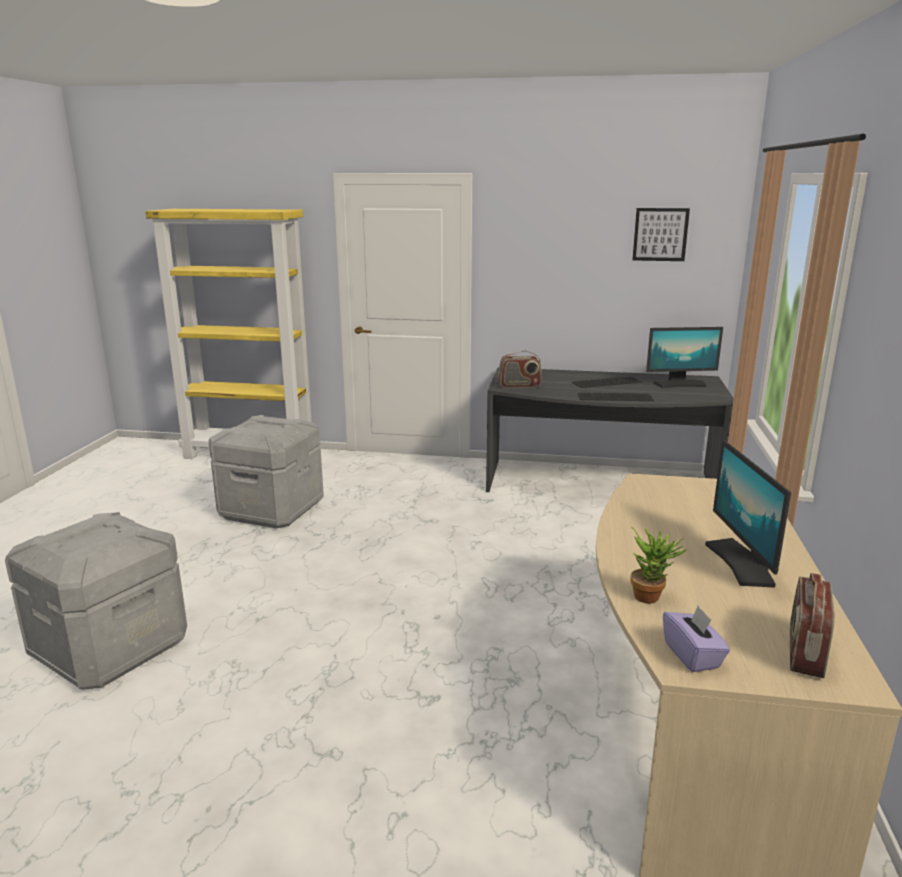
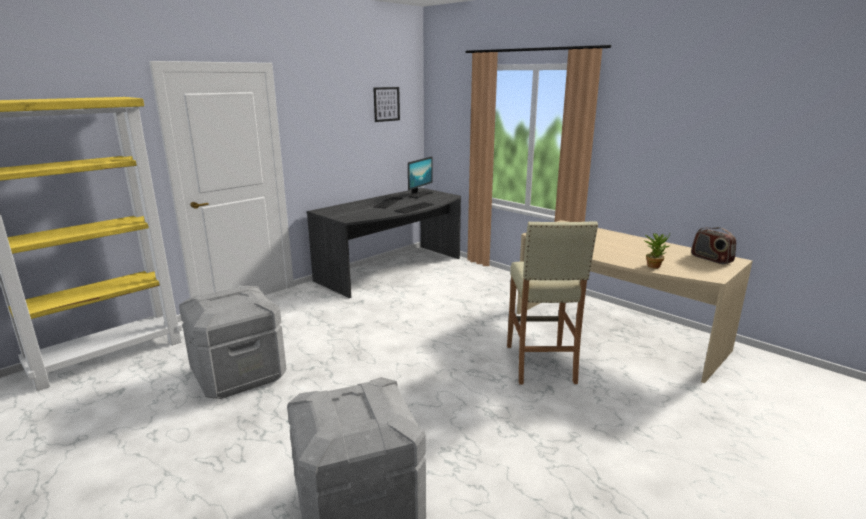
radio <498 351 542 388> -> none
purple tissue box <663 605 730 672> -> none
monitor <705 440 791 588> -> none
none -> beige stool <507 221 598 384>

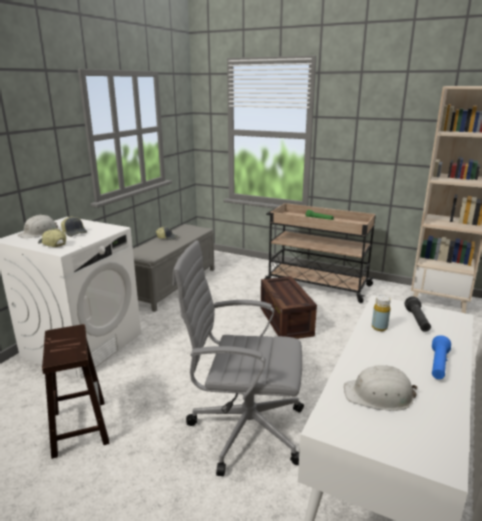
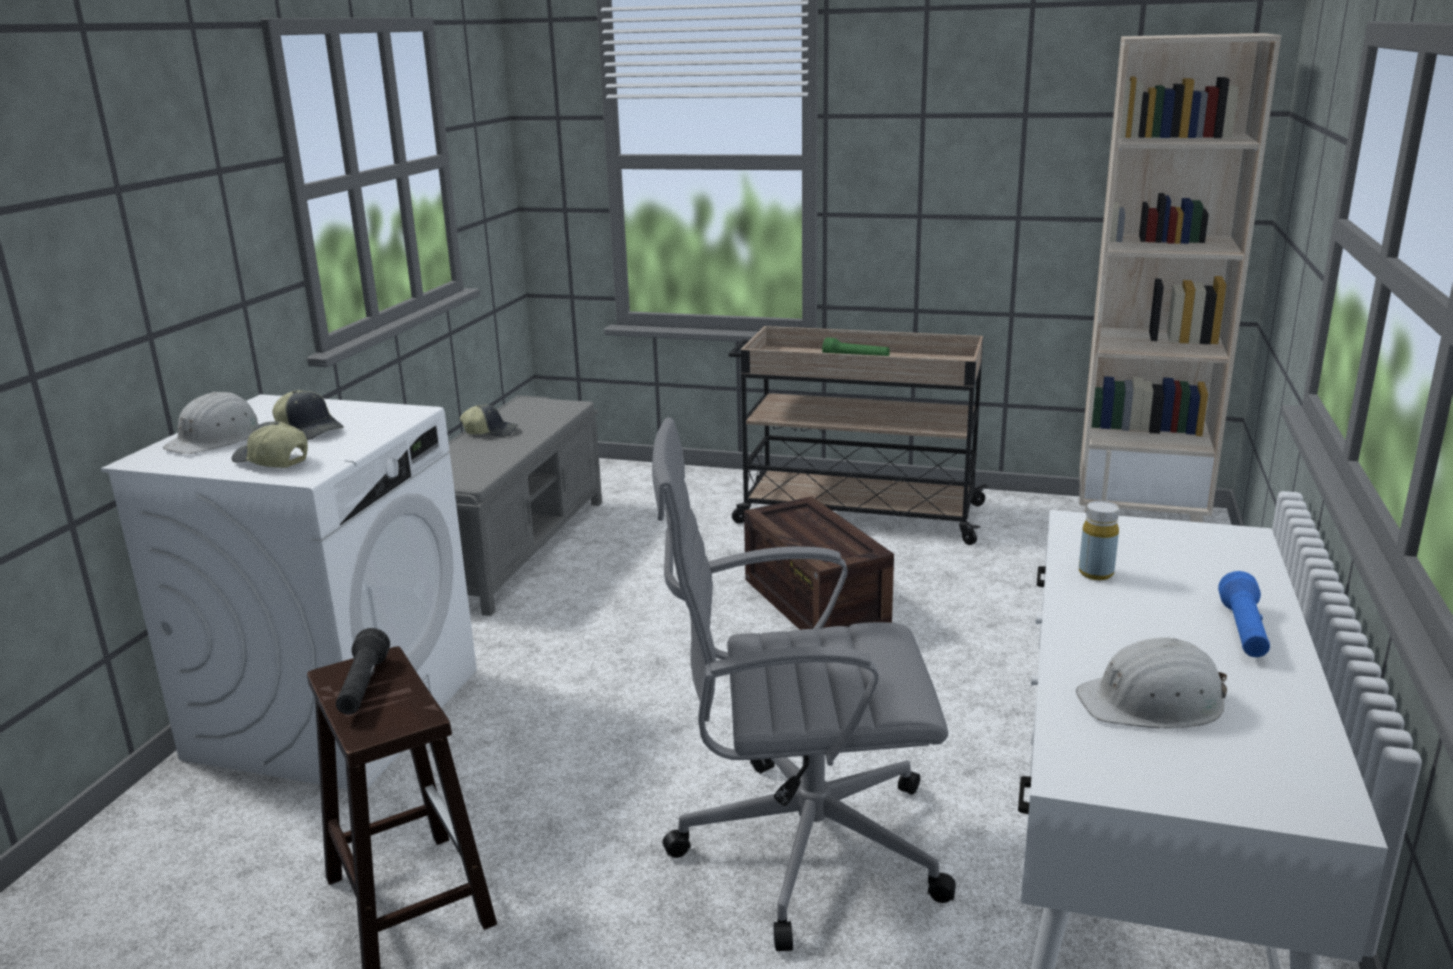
black flashlight <404 296 431 332> -> black flashlight <336 628 390 714>, moved

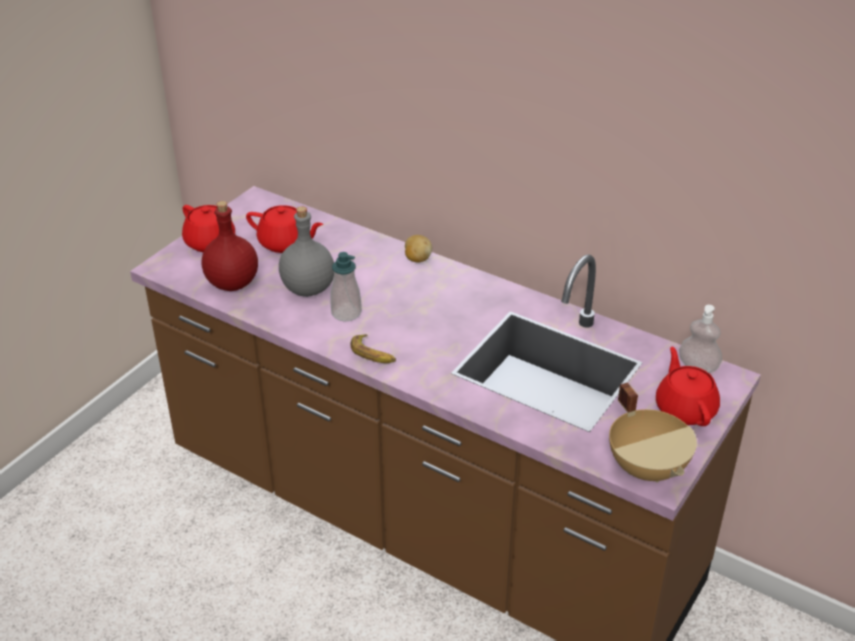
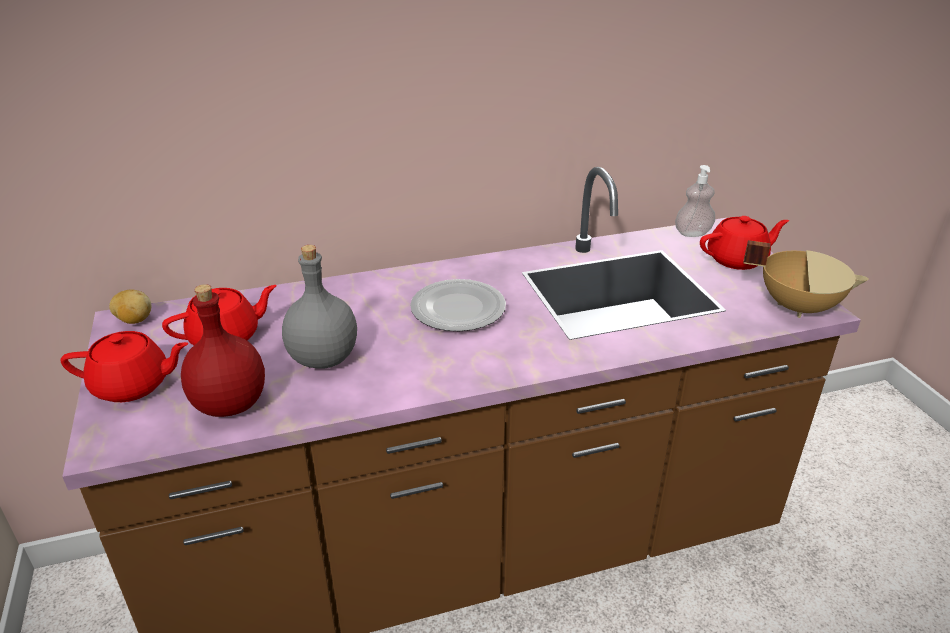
soap dispenser <330 252 362 321> -> none
banana <350 334 396 363> -> none
potato <405 235 432 263> -> potato <109 290 151 324>, moved
red teapot <656 346 720 426> -> red teapot <700 216 789 270>, 135 degrees clockwise
none -> plate <410 279 506 331>

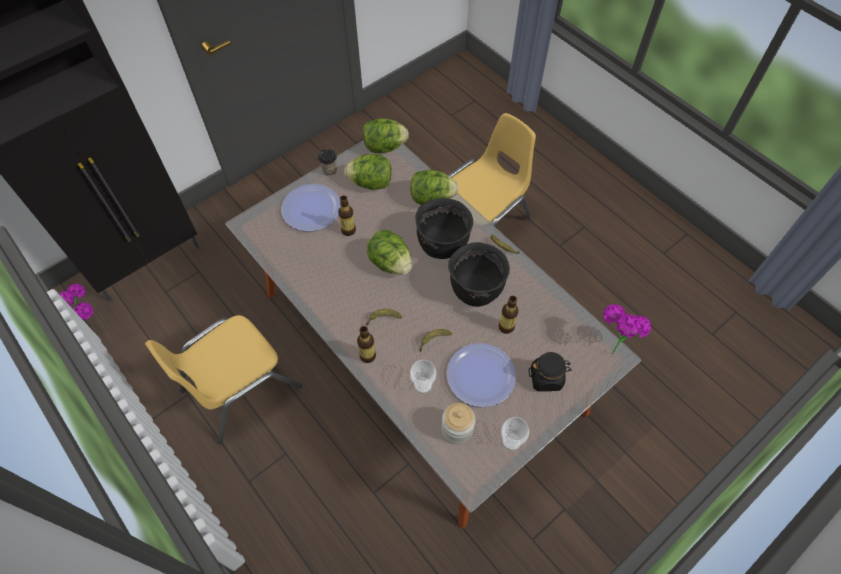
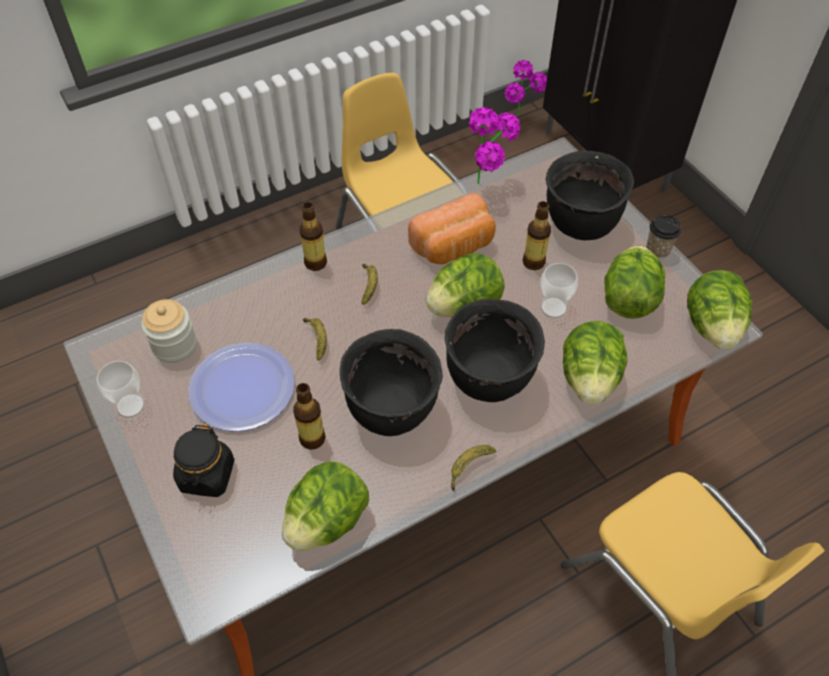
plate <281 184 341 232> -> black cooking pot <546 151 634 240>
cup <410 360 436 394> -> cup <540 263 578 318>, moved
potted plant <603 304 652 355> -> potted plant <469 107 521 184>, moved
none -> lettuce <282 462 369 551>
none -> bread <408 193 496 264>

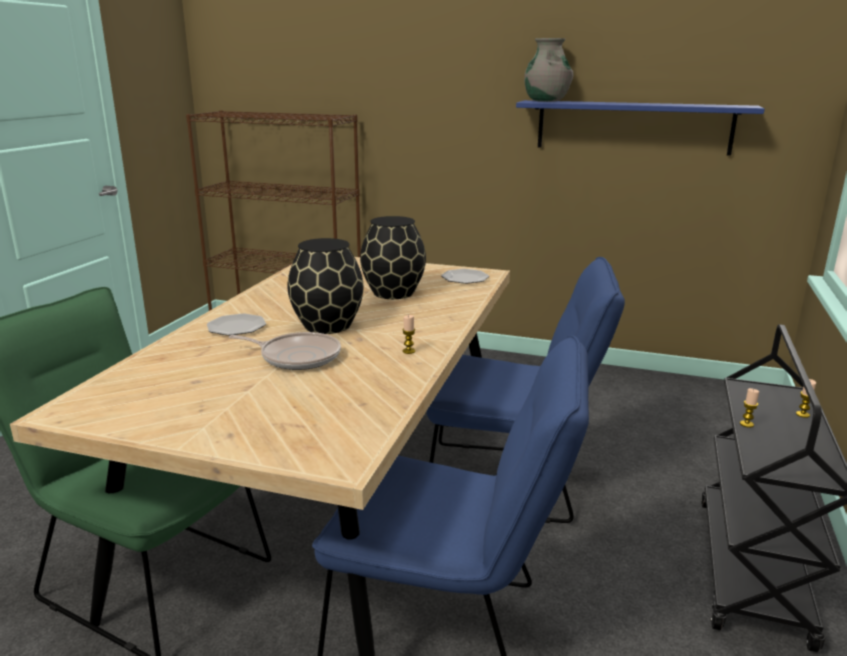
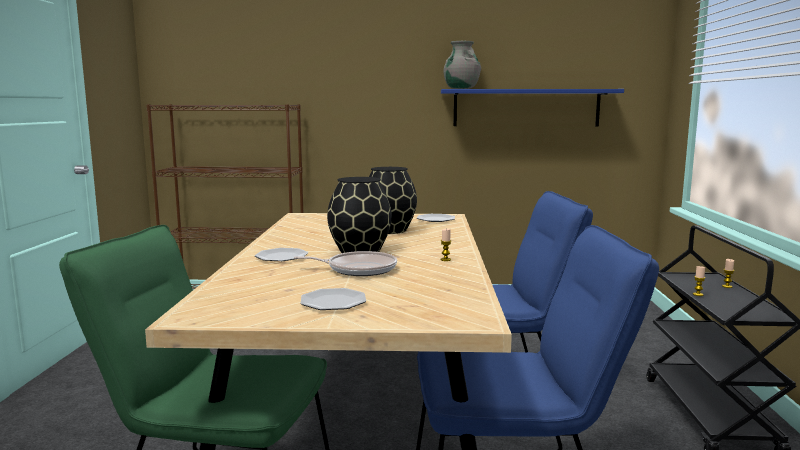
none -> plate <301 288 366 310>

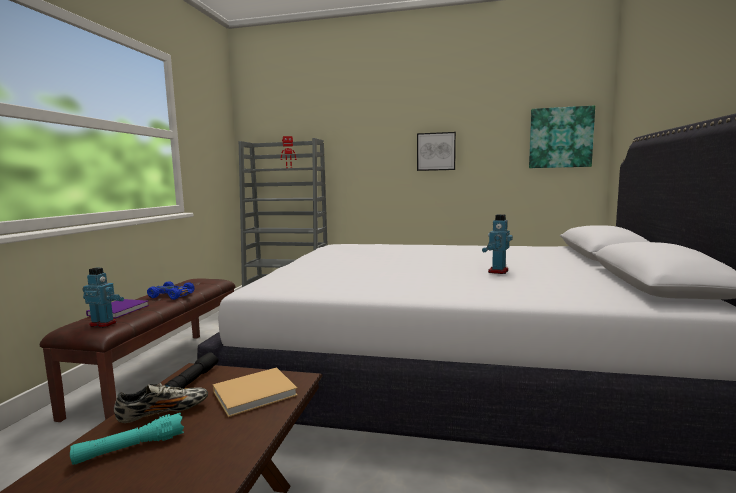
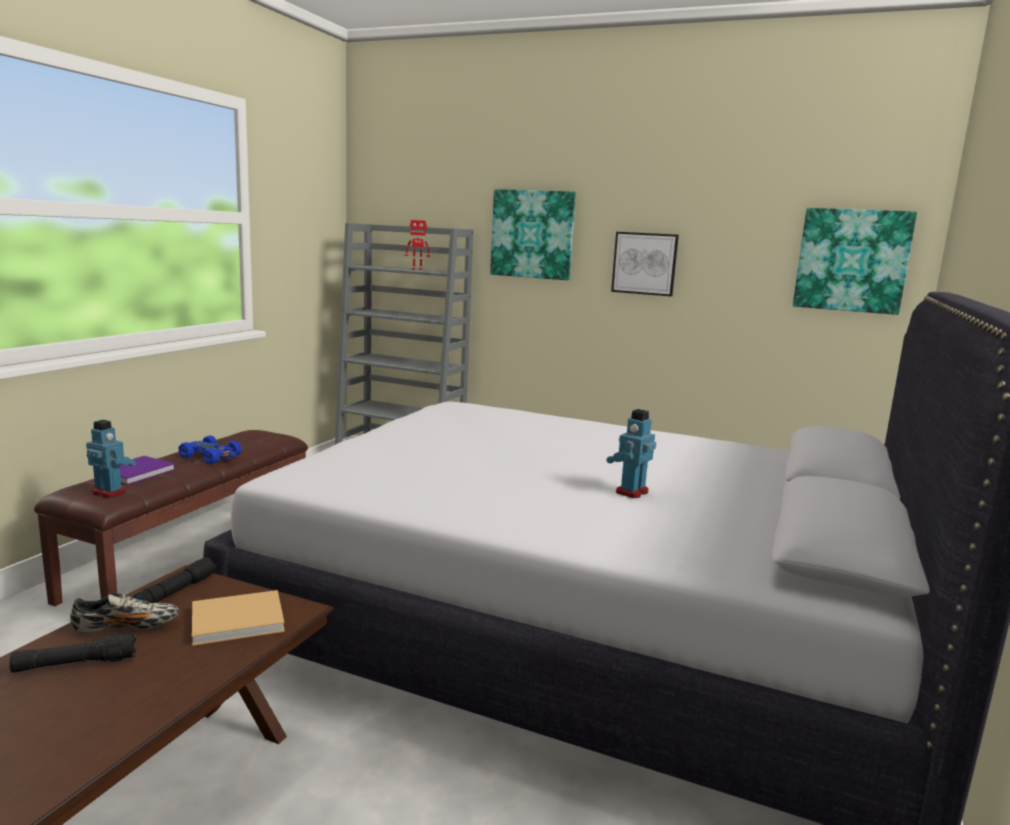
turquoise flashlight <70 413 184 465> -> black flashlight <9 633 136 673>
none -> picture <490 189 576 280>

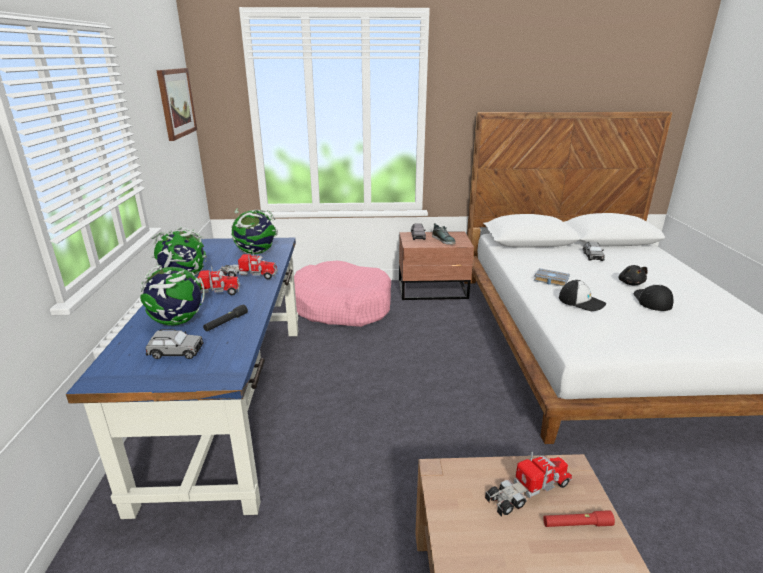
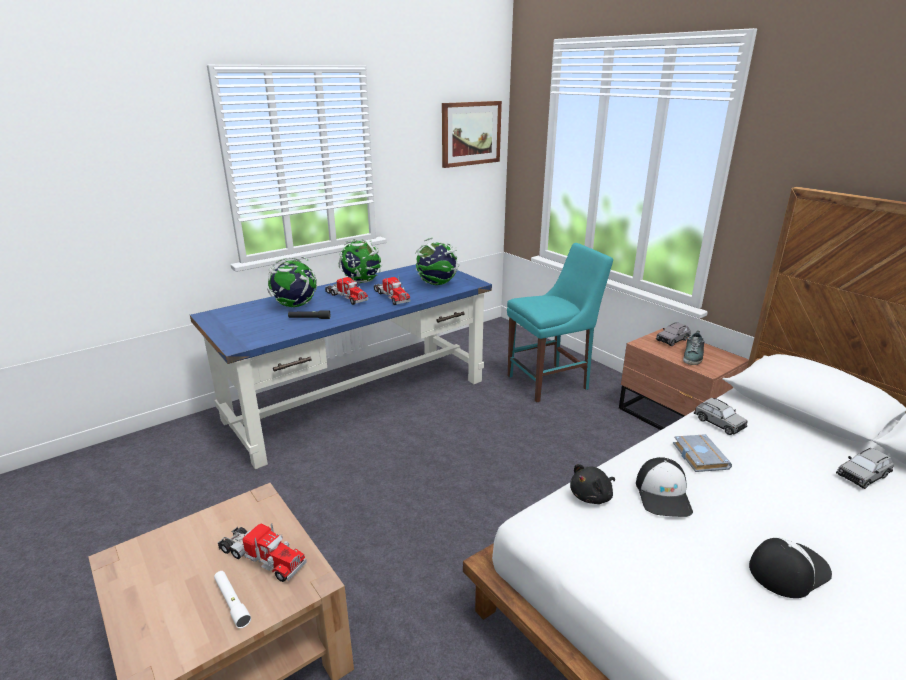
grey toy car <146 329 204 359> -> grey toy car <694 398 748 435>, moved
pink dog bed <294 260 391 327> -> turquoise chair <507 243 613 402>
red flashlight <543 510 615 527> -> white flashlight <214 571 251 628>
black plush toy <618 265 648 285> -> black plush toy <570 464 615 504>, moved

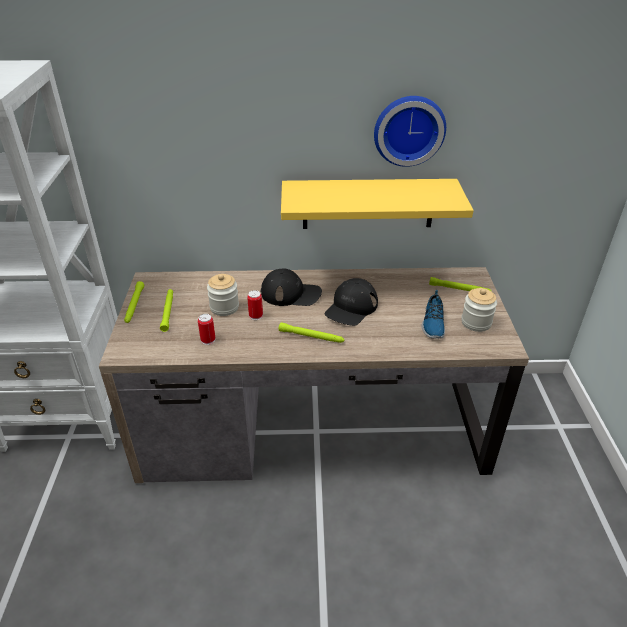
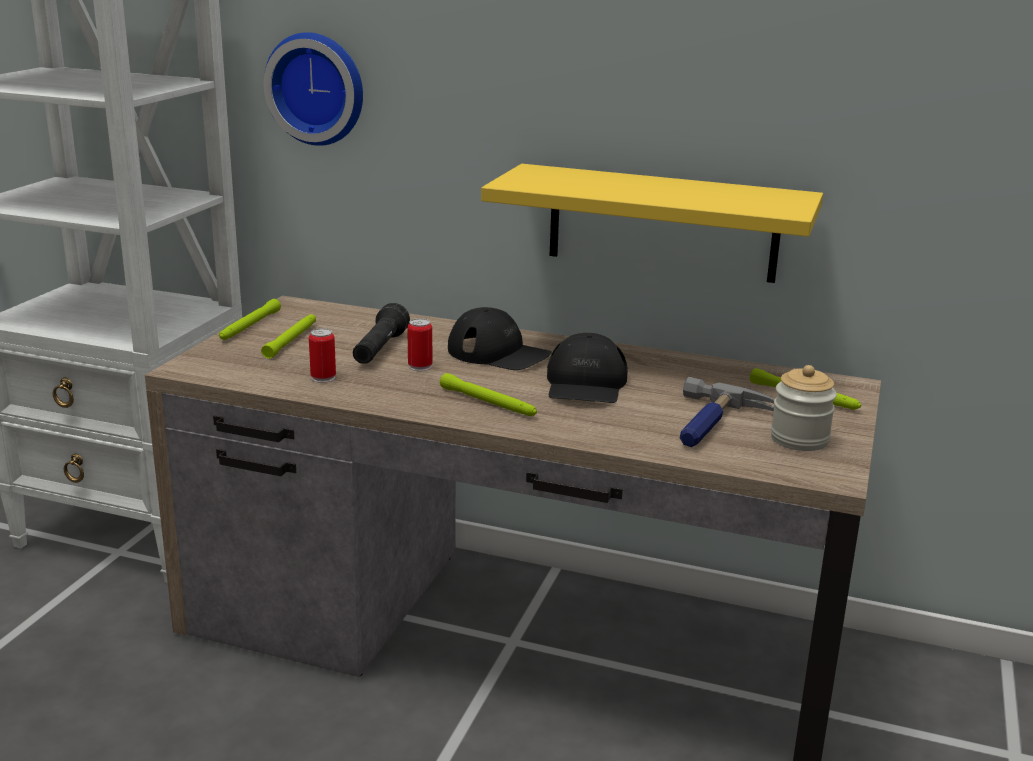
jar <207 274 239 316> -> black flashlight <353 303 410 364>
black cap <325 278 378 326> -> black cap <547 333 628 403>, 45 degrees counterclockwise
wall clock <374 96 446 167> -> wall clock <264 32 363 146>, moved
shoe <422 290 445 339> -> hammer <680 377 775 447>

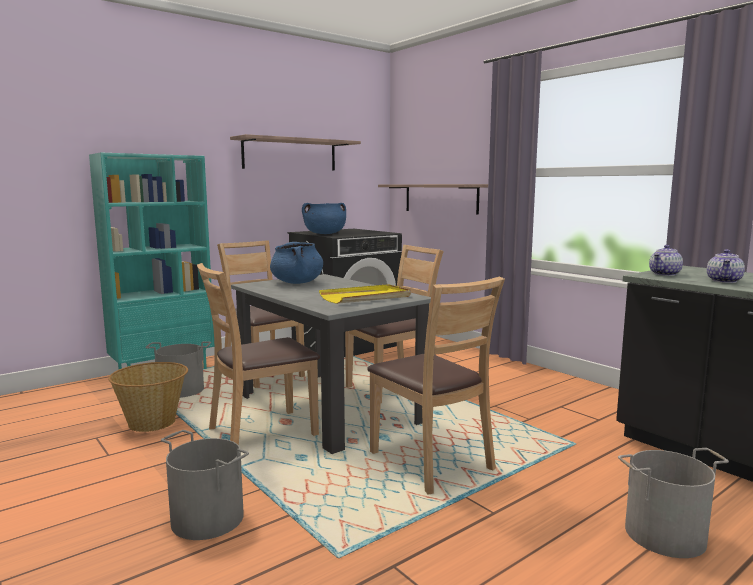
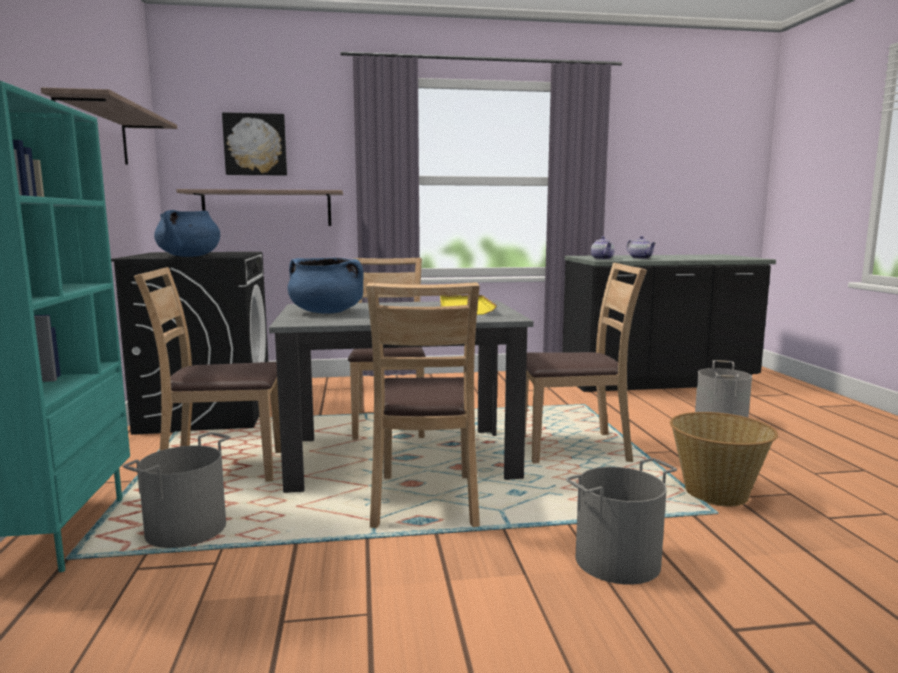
basket <108 362 188 432> -> basket <670 412 778 506>, moved
none -> picture <222 112 287 176>

